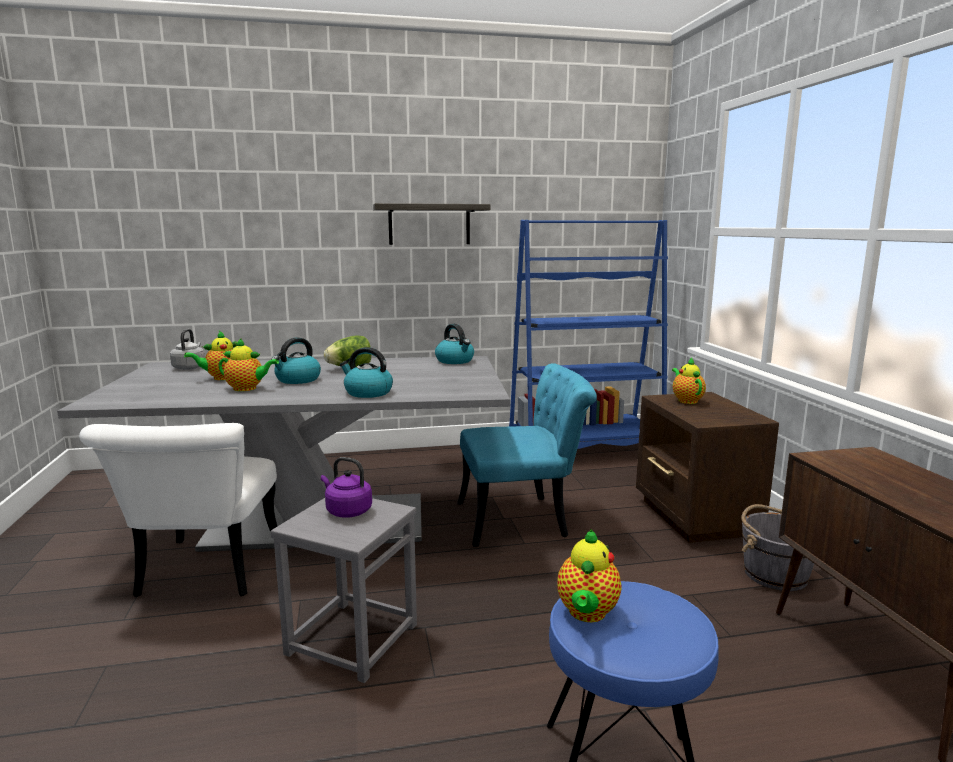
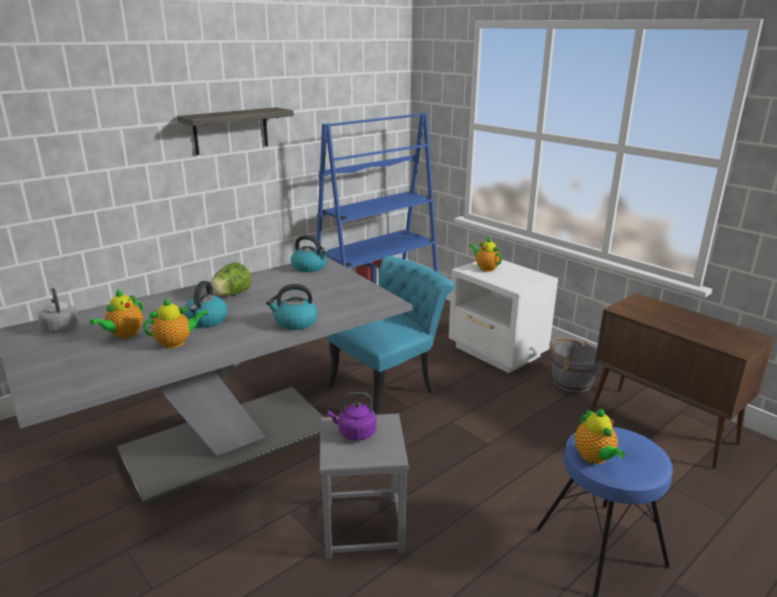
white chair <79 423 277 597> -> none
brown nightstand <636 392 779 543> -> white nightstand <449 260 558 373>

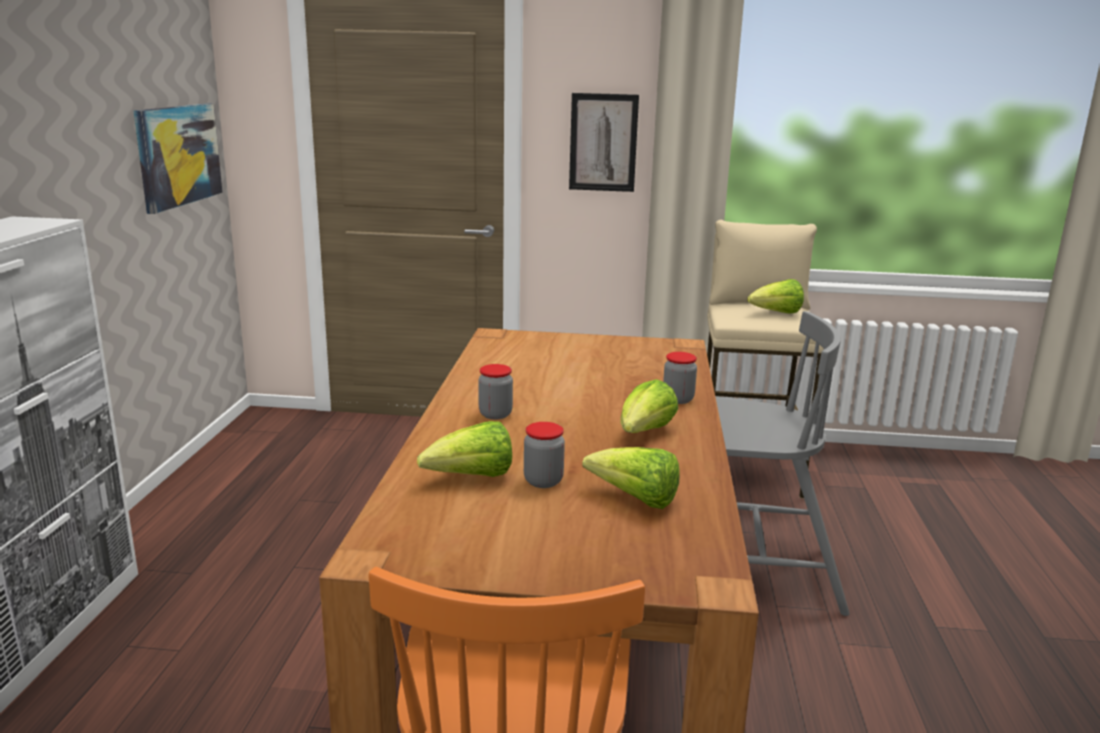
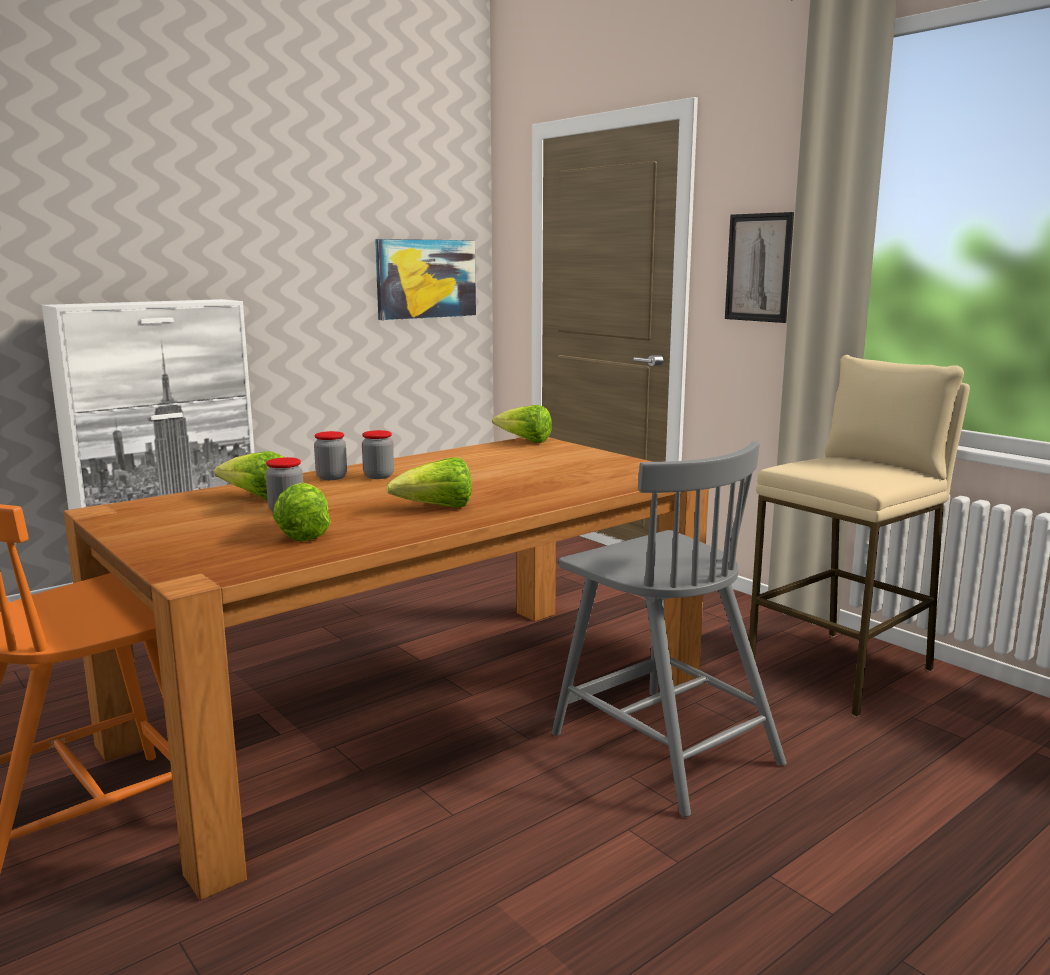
jar <663 352 697 404> -> jar <314 431 347 480>, moved
lettuce <747 279 804 314> -> lettuce <493 405 552 443>, moved

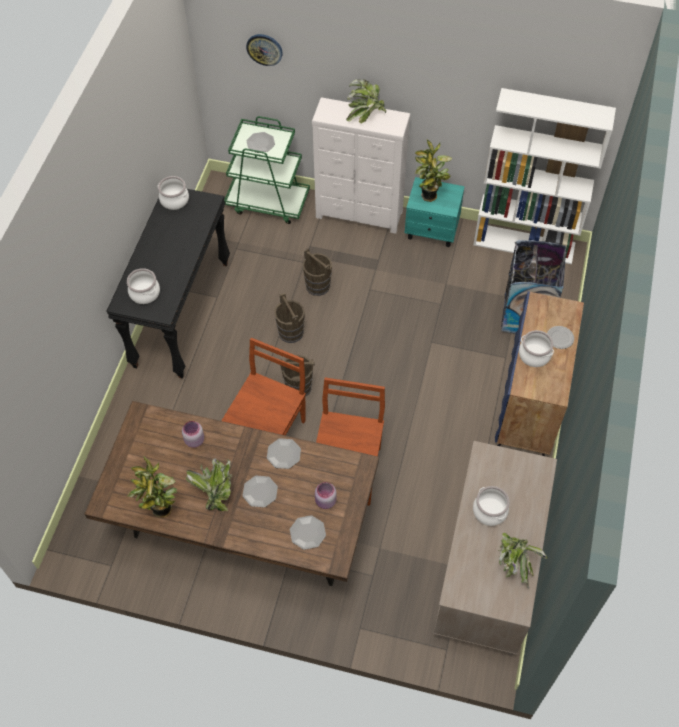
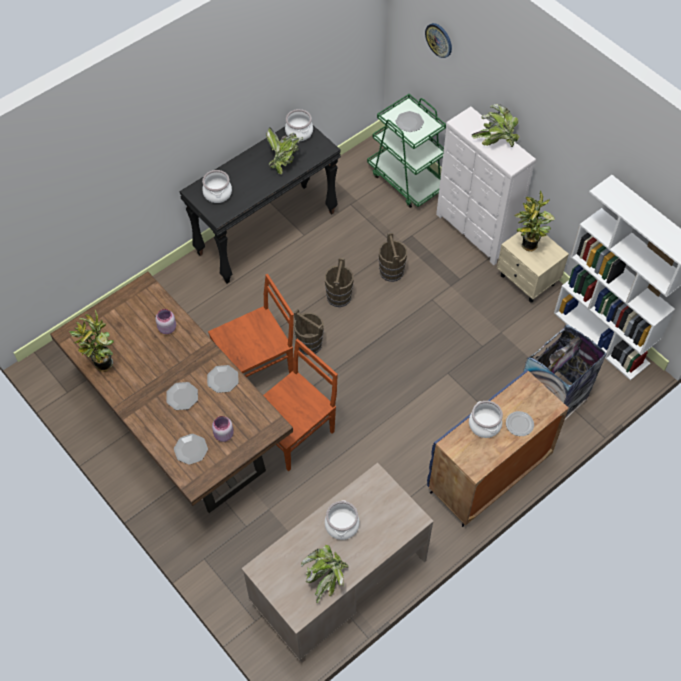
potted plant <186 458 232 511> -> potted plant <266 127 303 174>, moved
turquoise nightstand <405 177 465 247> -> beige nightstand <497 225 569 303>

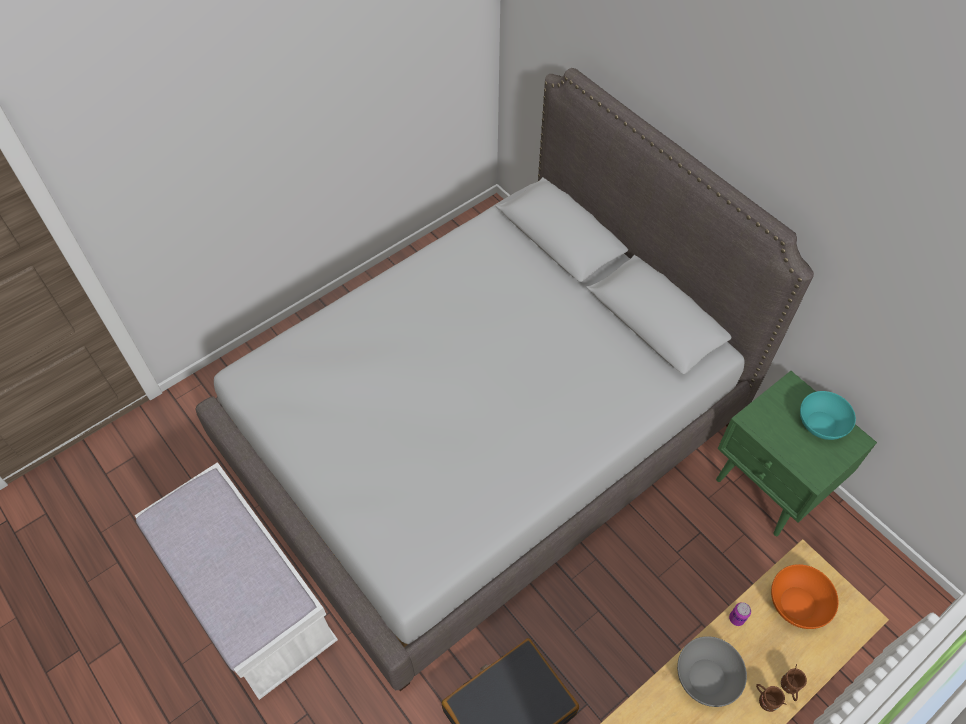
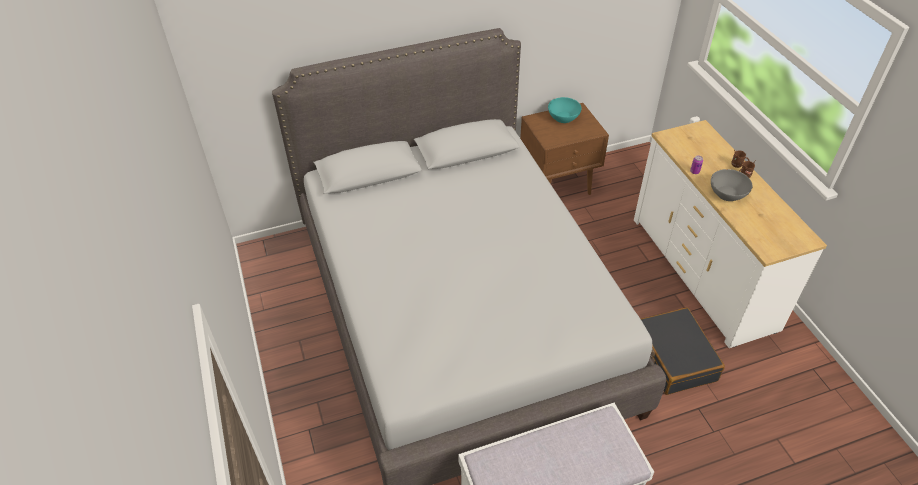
green nightstand <716 371 877 536> -> brown nightstand <520 103 609 195>
orange bowl <771 564 838 629> -> none

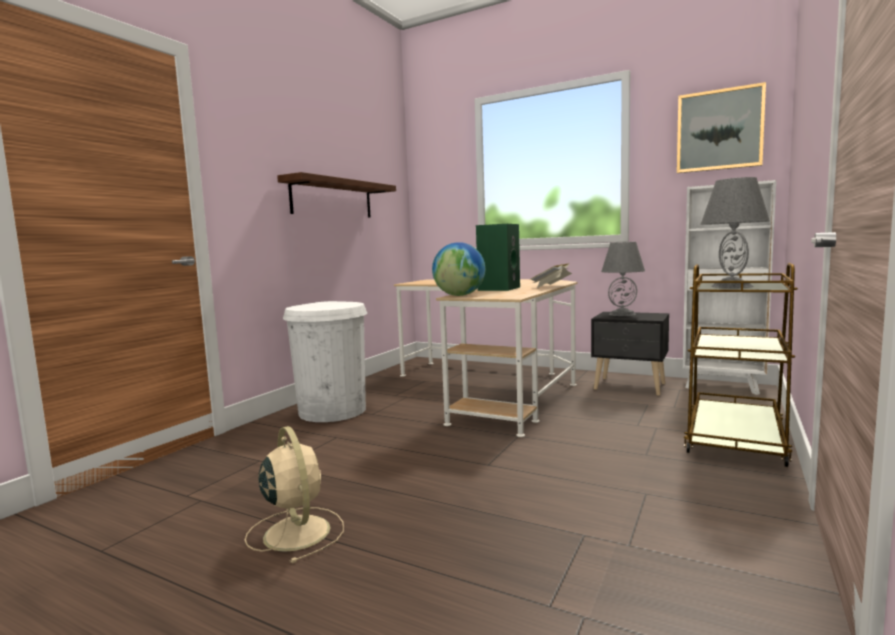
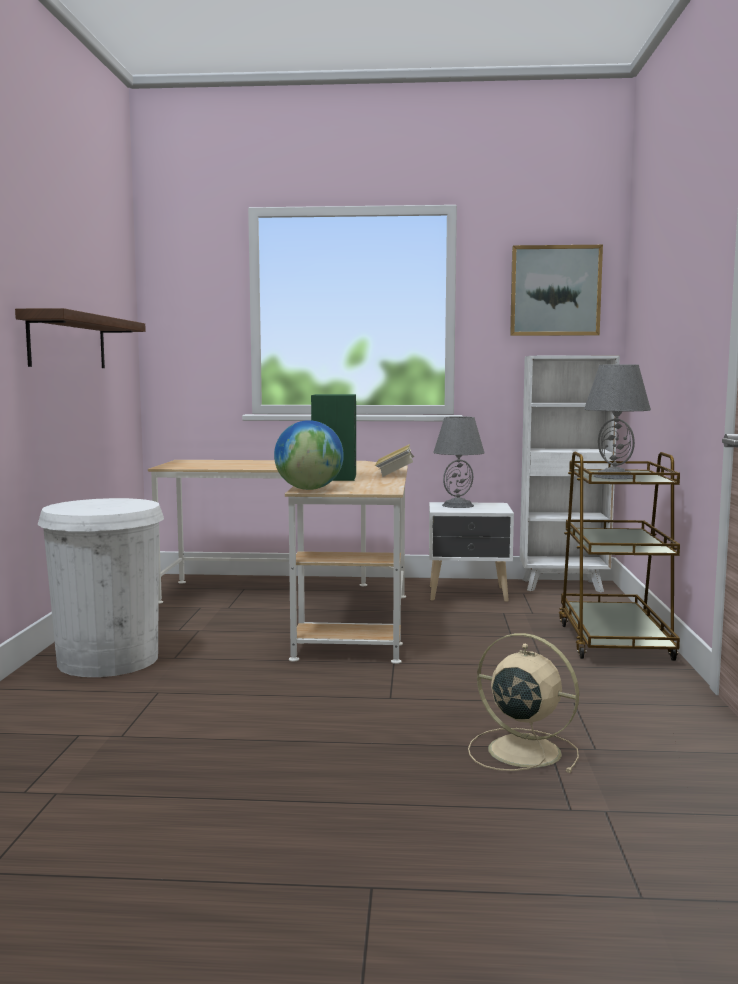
beige fan <245 426 344 563> -> beige fan <468 633 579 773>, moved
black nightstand <591 312 669 396> -> white nightstand <429 502 514 602>

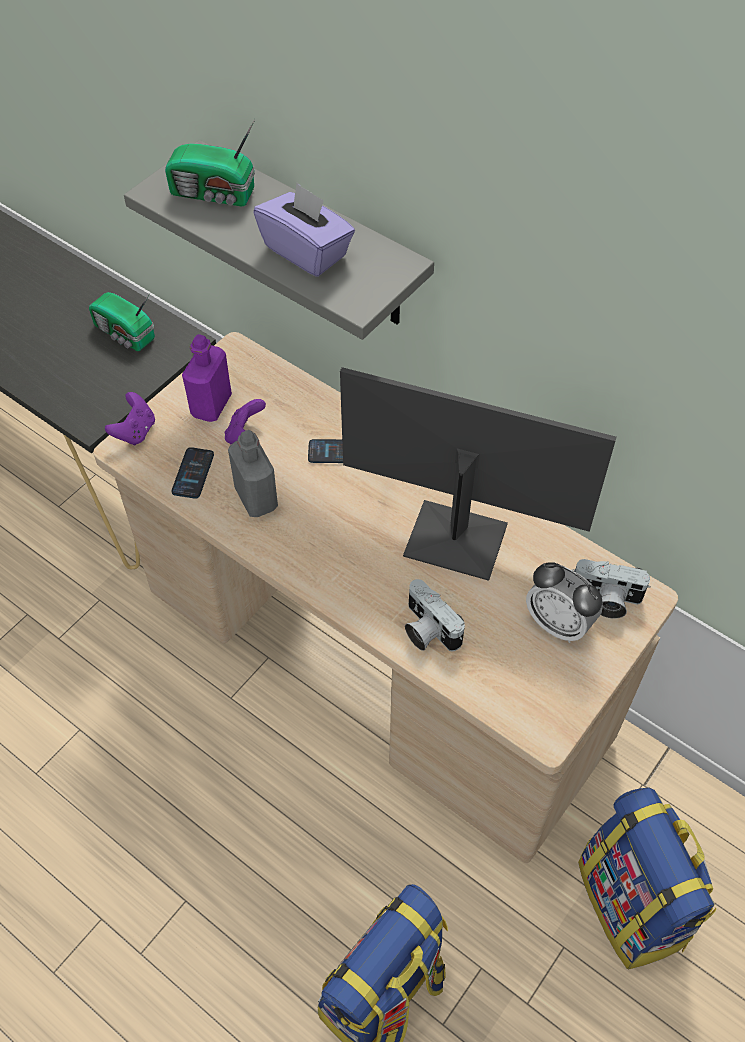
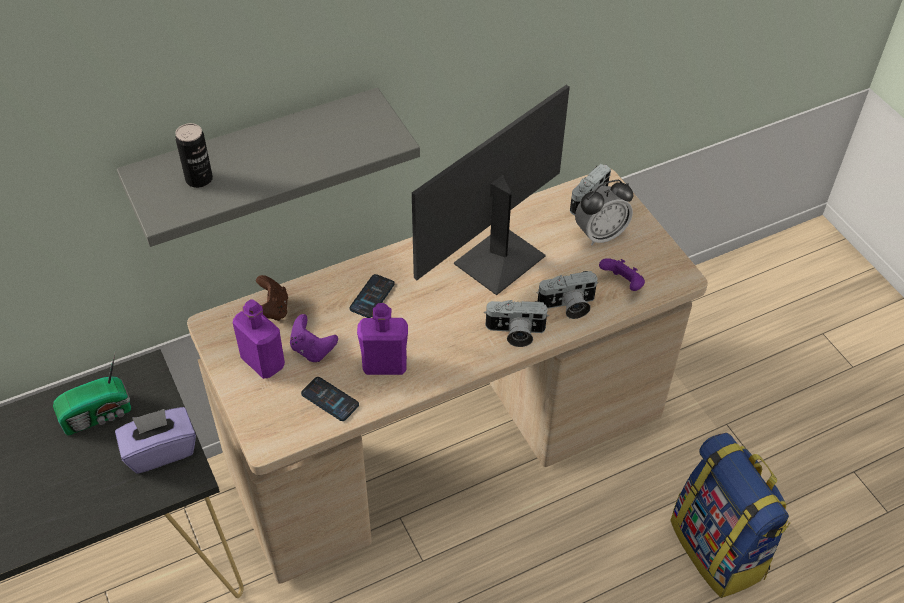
purple game controller <105 392 155 445> -> purple game controller <599 258 645 291>, moved
radio <165 119 255 207> -> can <175 123 213 188>
grey bottle <228 430 278 517> -> purple bottle <357 303 408 375>
purple tissue box <253 183 355 277> -> purple tissue box <115 407 196 474>, moved
backpack <578 787 716 970> -> none
none -> brown game controller <256 275 288 321>
none -> photo camera <484 300 549 347>

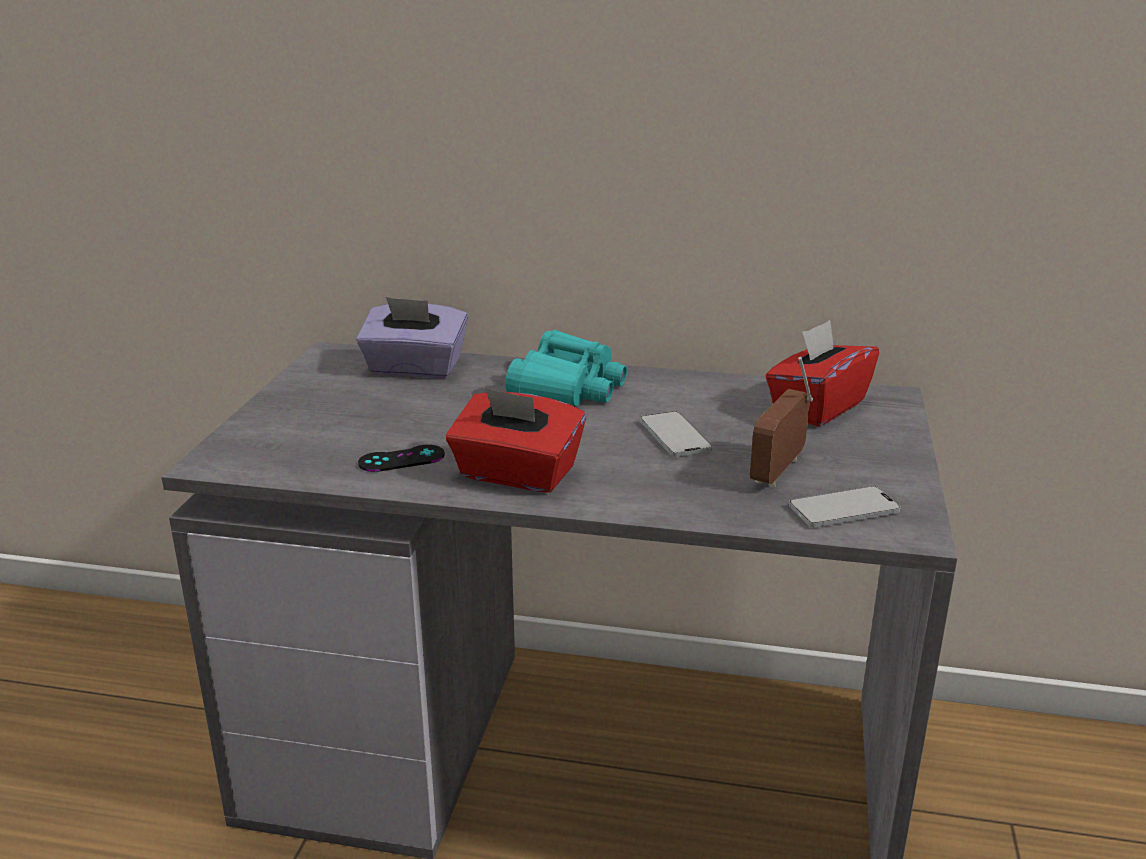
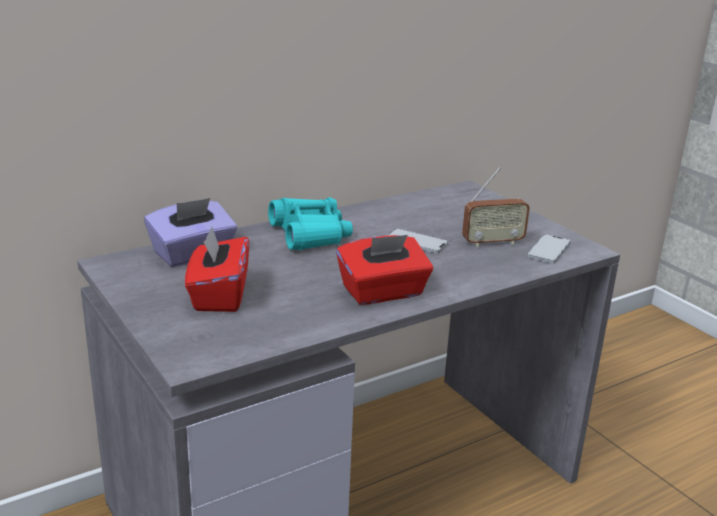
black game controller <358 445 445 472> -> none
radio <750 357 813 487> -> radio <462 167 530 247>, 90 degrees counterclockwise
red tissue box <765 320 879 426> -> red tissue box <185 226 249 312>, moved

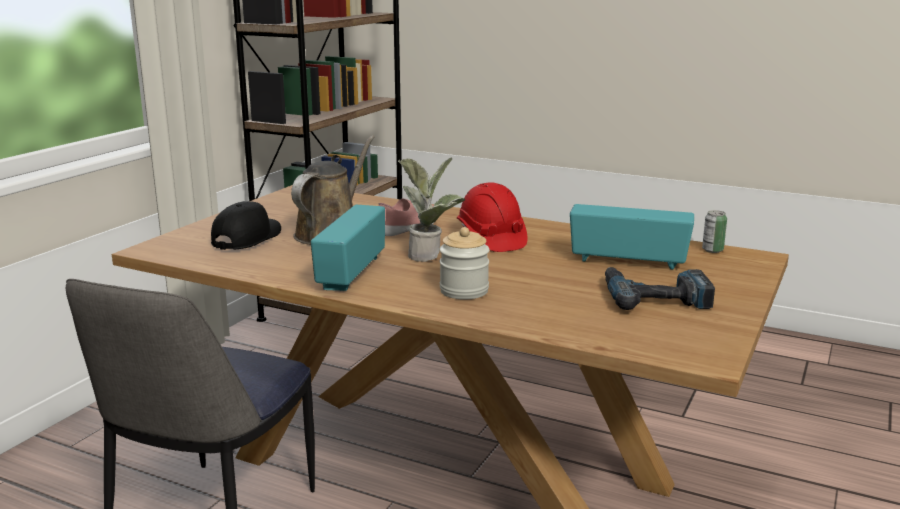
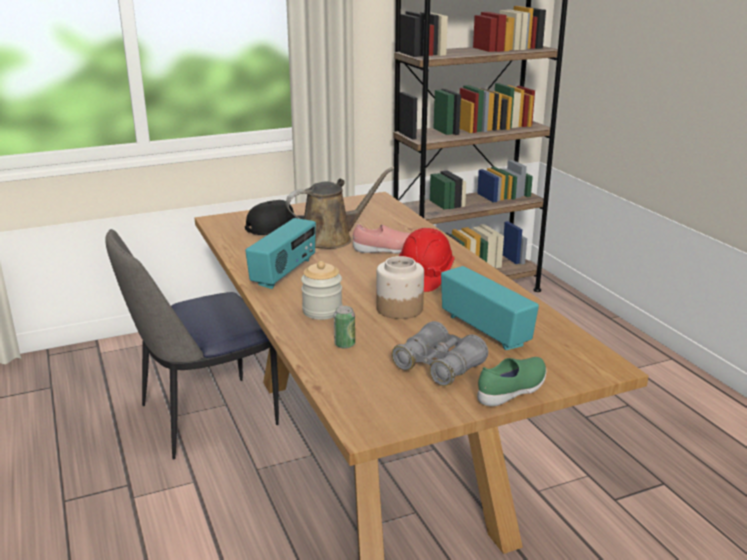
radio <311 205 385 291> -> radio <245 218 316 289>, 150 degrees clockwise
potted plant <398 158 465 262> -> none
power drill <605 267 715 310> -> grey binoculars <392 321 488 386>
can <702 210 727 253> -> can <334 306 355 349>, moved
none -> jar <376 256 424 319>
none -> green shoe <477 357 546 406>

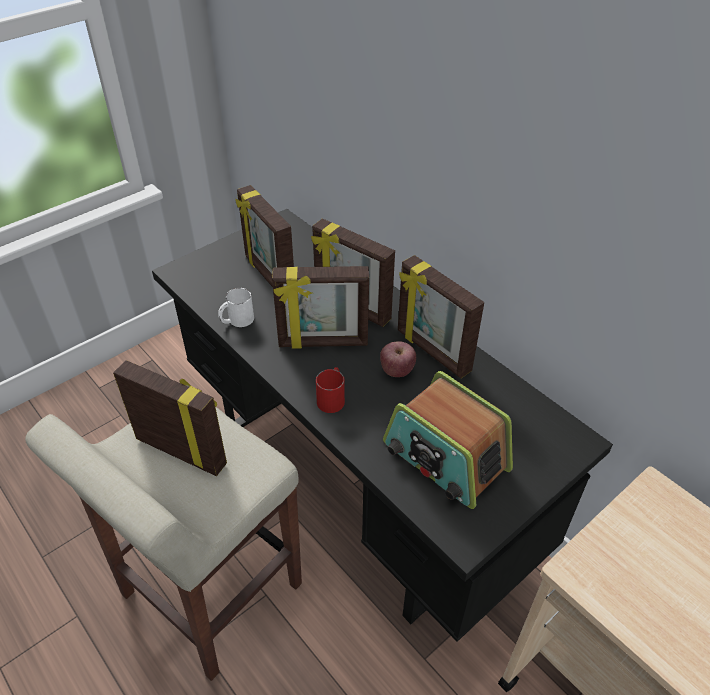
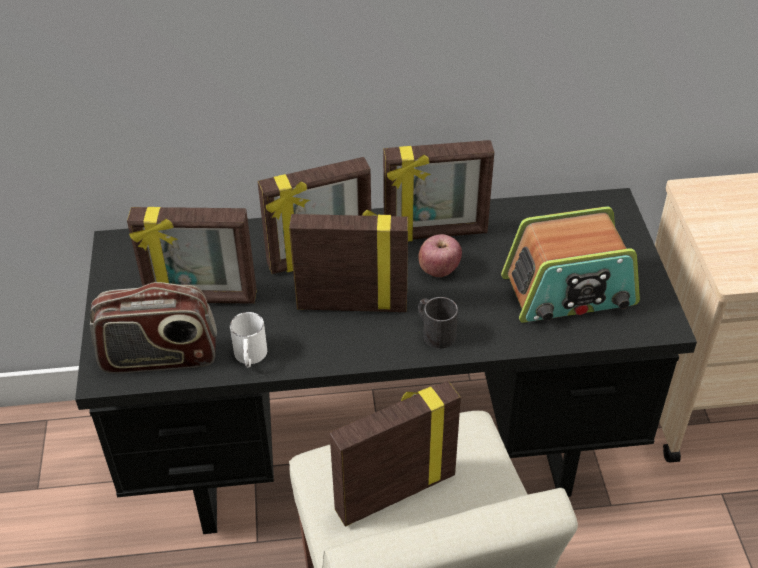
picture frame <272 266 369 349> -> picture frame <289 210 408 312>, 120 degrees counterclockwise
red mug <316 367 345 413> -> black mug <418 297 458 349>
none -> radio <90 282 217 374>

